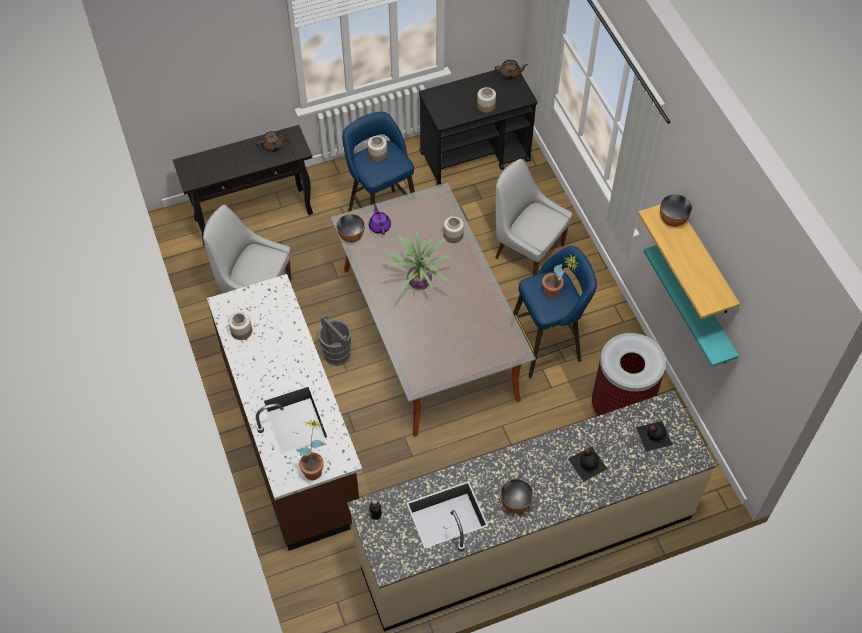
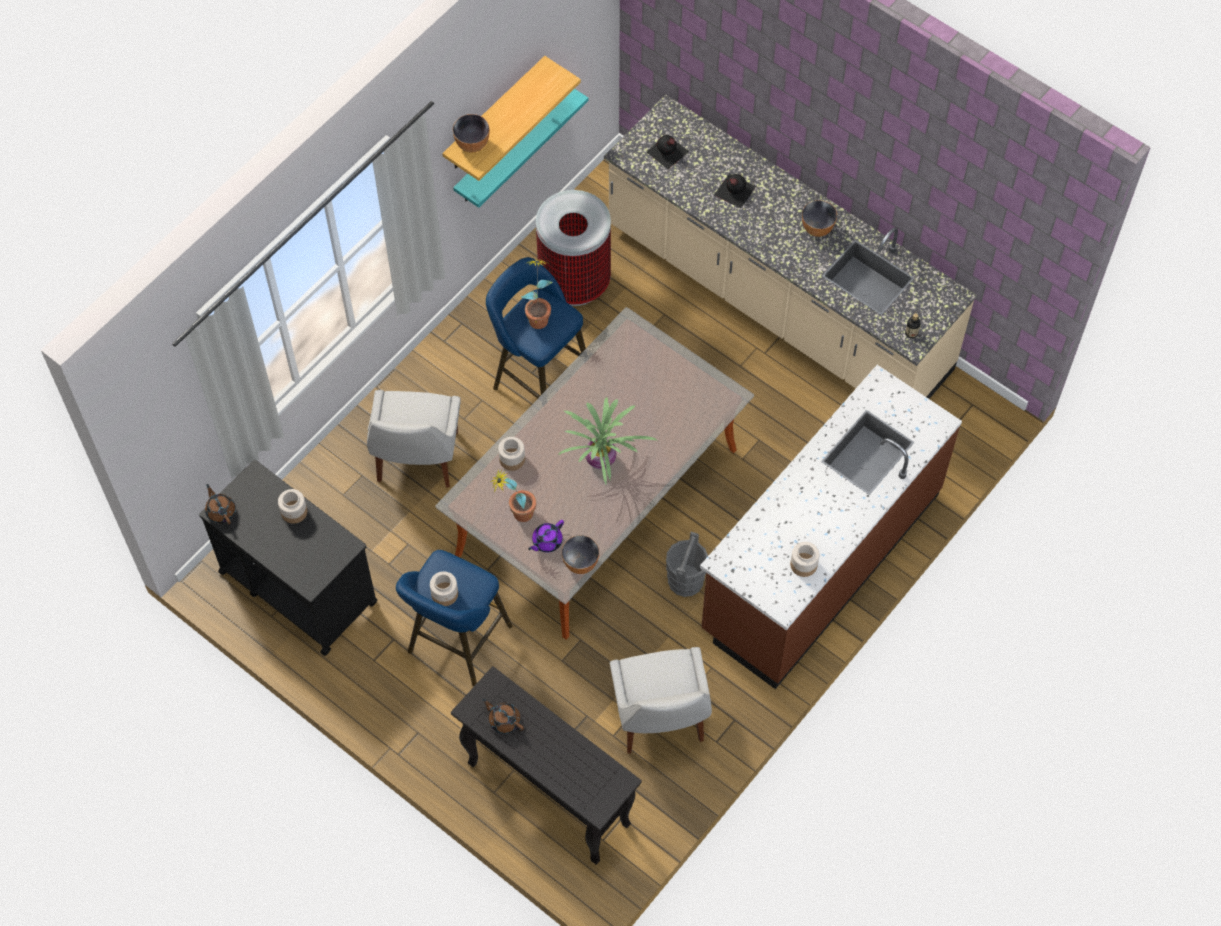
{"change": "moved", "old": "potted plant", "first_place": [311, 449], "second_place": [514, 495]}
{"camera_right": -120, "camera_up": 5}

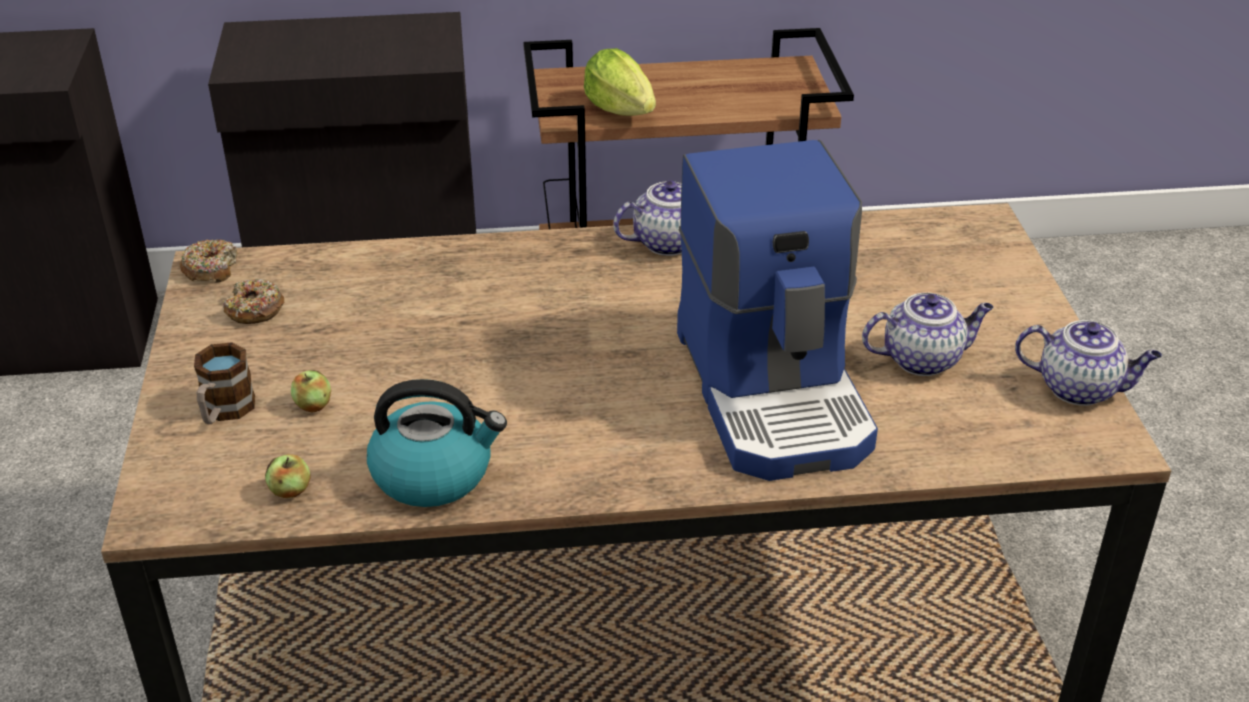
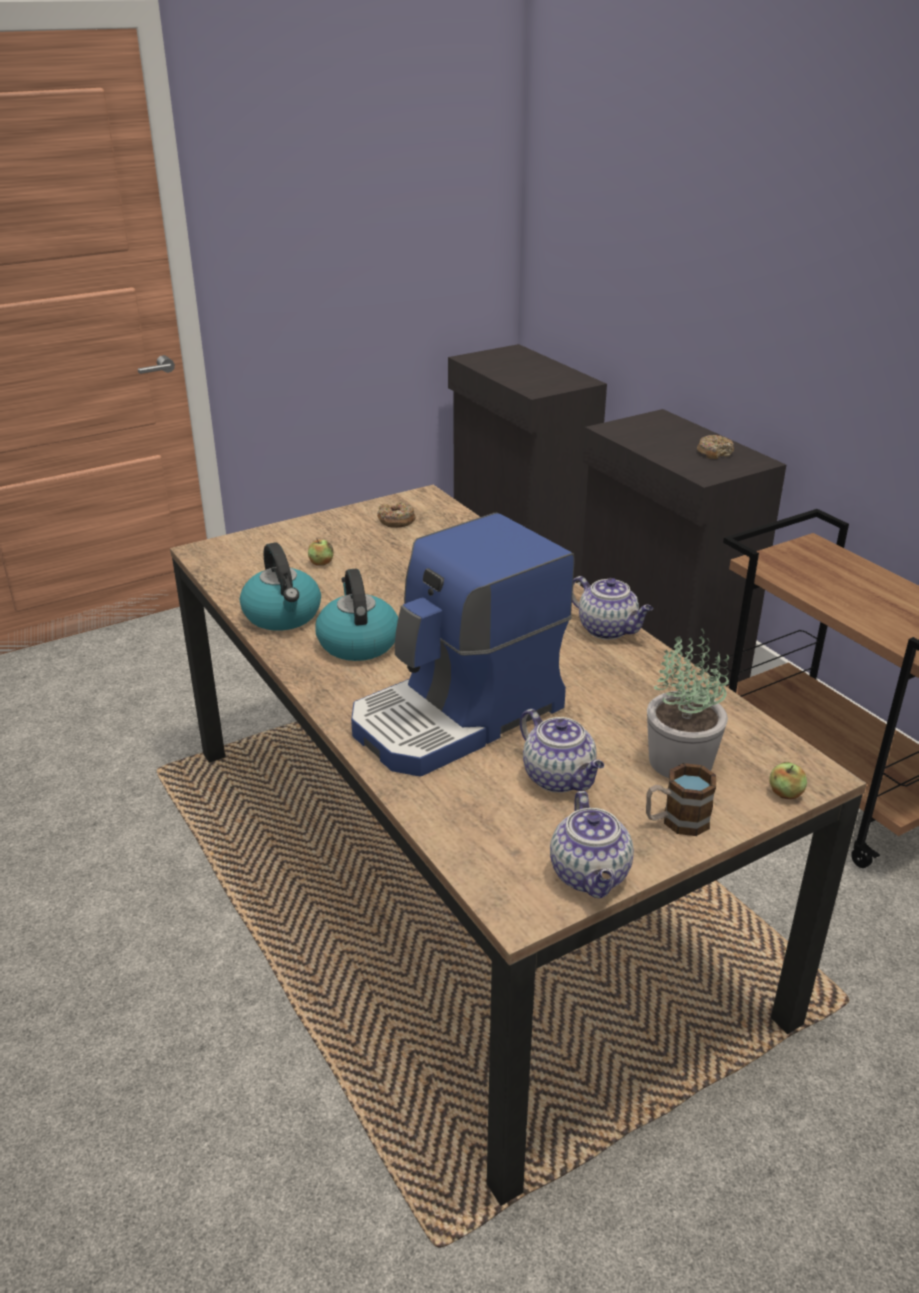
{"change": "removed", "old": "lettuce", "first_place": [620, 82]}
{"change": "added", "new": "kettle", "second_place": [356, 615]}
{"change": "added", "new": "potted plant", "second_place": [688, 703]}
{"change": "moved", "old": "donut", "first_place": [209, 261], "second_place": [715, 447]}
{"change": "moved", "old": "mug", "first_place": [224, 383], "second_place": [681, 799]}
{"change": "moved", "old": "apple", "first_place": [287, 476], "second_place": [788, 780]}
{"camera_right": 65, "camera_up": -5}

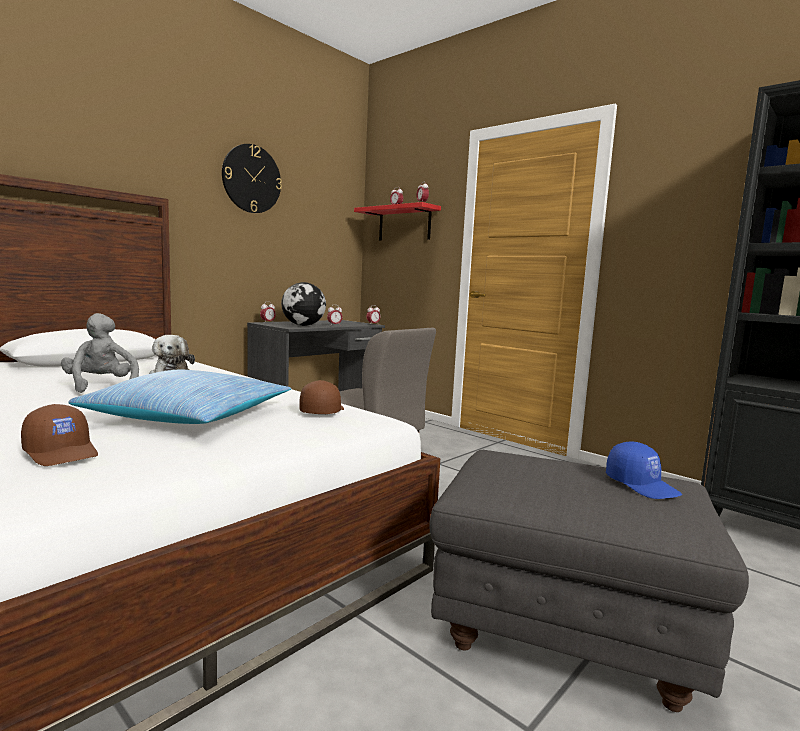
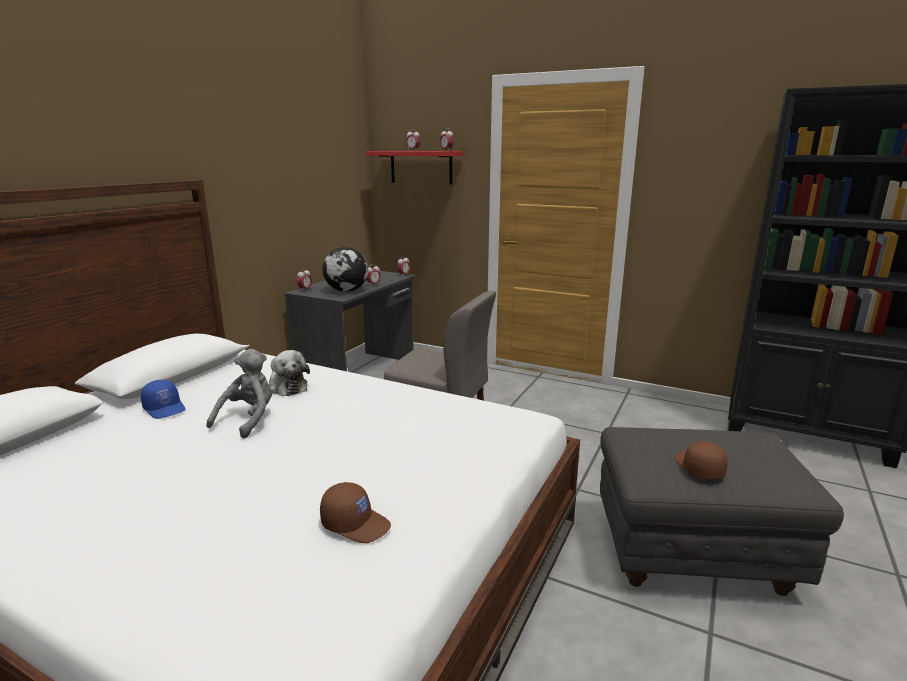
{"change": "removed", "old": "pillow", "first_place": [179, 396]}
{"change": "removed", "old": "wall clock", "first_place": [252, 178]}
{"change": "moved", "old": "cap/brown", "first_place": [321, 397], "second_place": [701, 460]}
{"change": "moved", "old": "cap/blue", "first_place": [644, 470], "second_place": [163, 399]}
{"change": "turned", "old": "plush toy/grey", "first_place": [100, 353], "second_place": [239, 394], "degrees": 75}
{"camera_right": -15, "camera_up": 10}

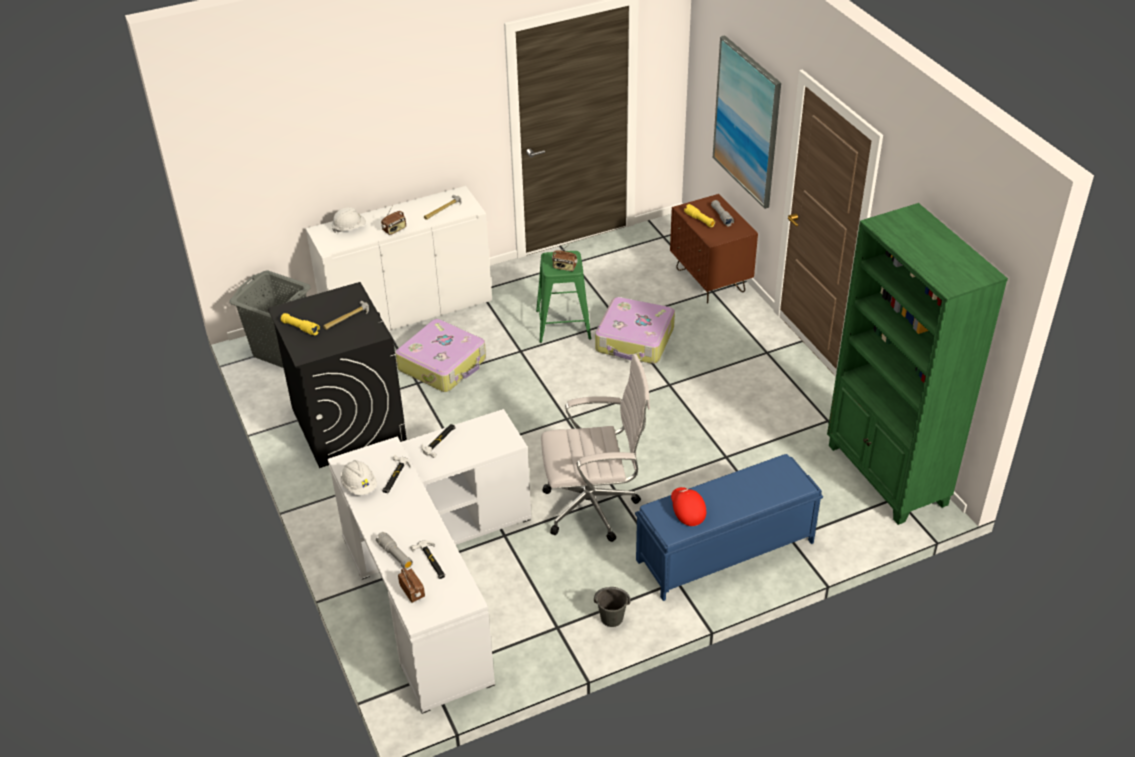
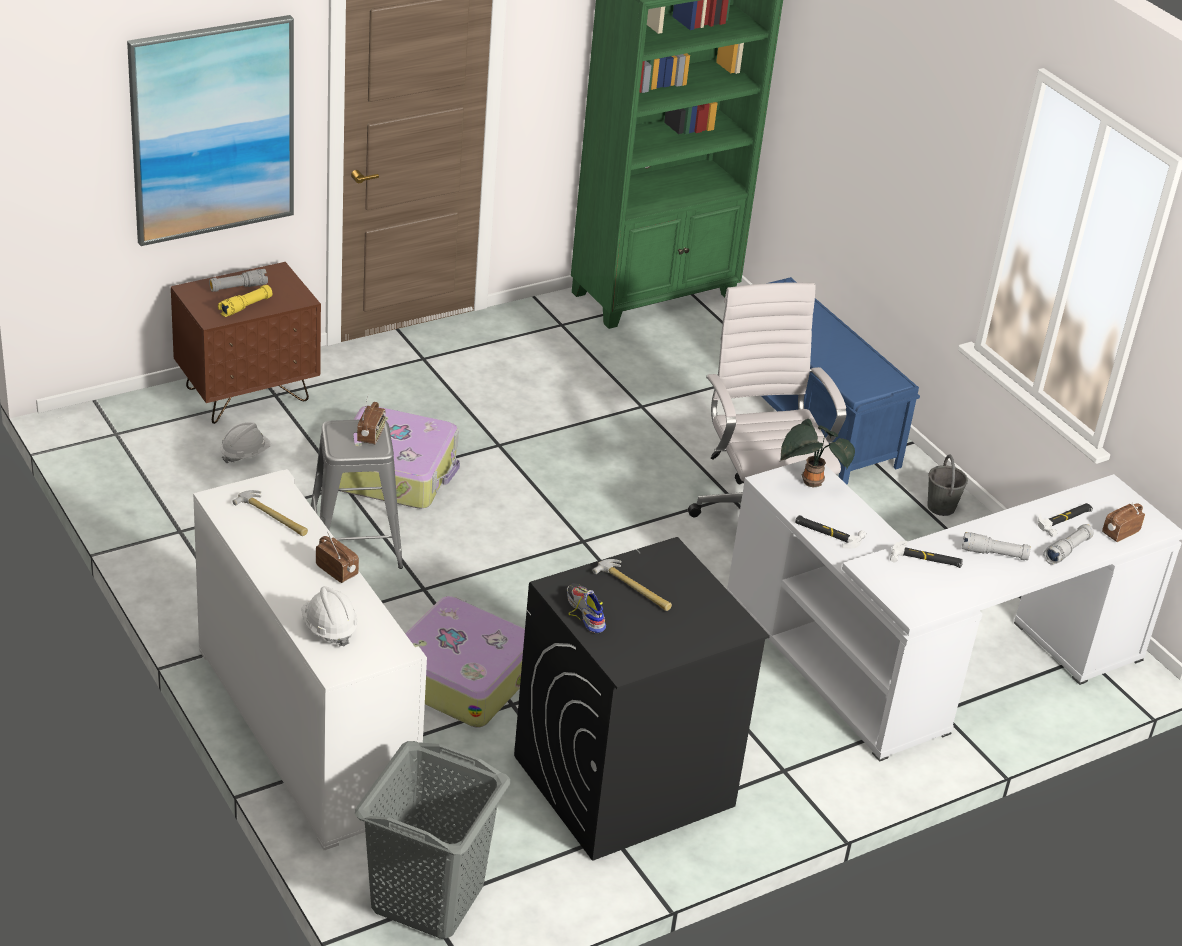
{"change": "removed", "old": "flashlight/yellow", "first_place": [300, 324]}
{"change": "removed", "old": "cap/red", "first_place": [688, 506]}
{"change": "added", "new": "shoe", "second_place": [586, 608]}
{"change": "added", "new": "potted plant", "second_place": [818, 453]}
{"change": "added", "new": "flashlight/grey", "second_place": [996, 546]}
{"change": "moved", "old": "hard hat/white", "first_place": [359, 477], "second_place": [245, 442]}
{"change": "recoloured", "old": "stool/green", "new": "stool/grey", "first_place": [563, 297], "second_place": [357, 494]}
{"camera_right": -100, "camera_up": -5}

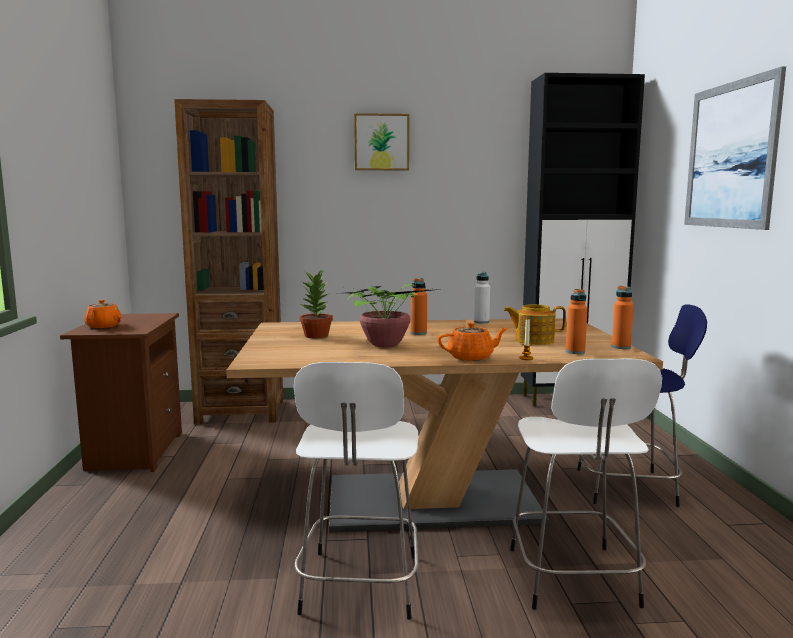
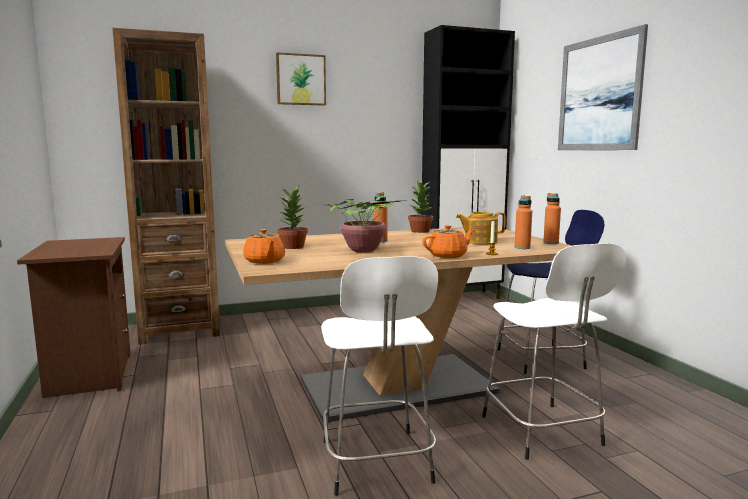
{"change": "moved", "old": "teapot/orange", "first_place": [103, 314], "second_place": [264, 246]}
{"change": "replaced", "old": "bottle/white", "new": "potted plant", "first_place": [482, 297], "second_place": [420, 206]}
{"camera_right": -15, "camera_up": 0}

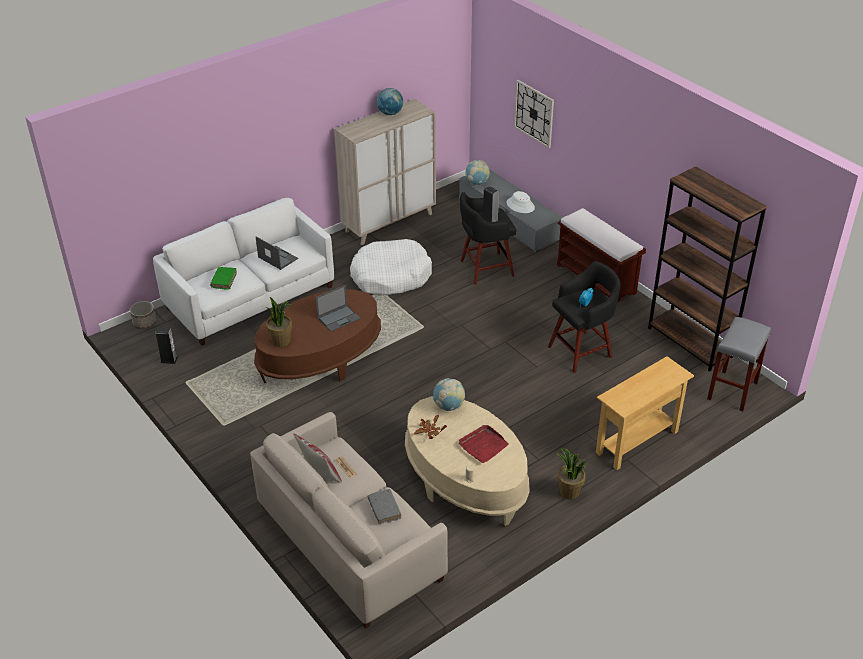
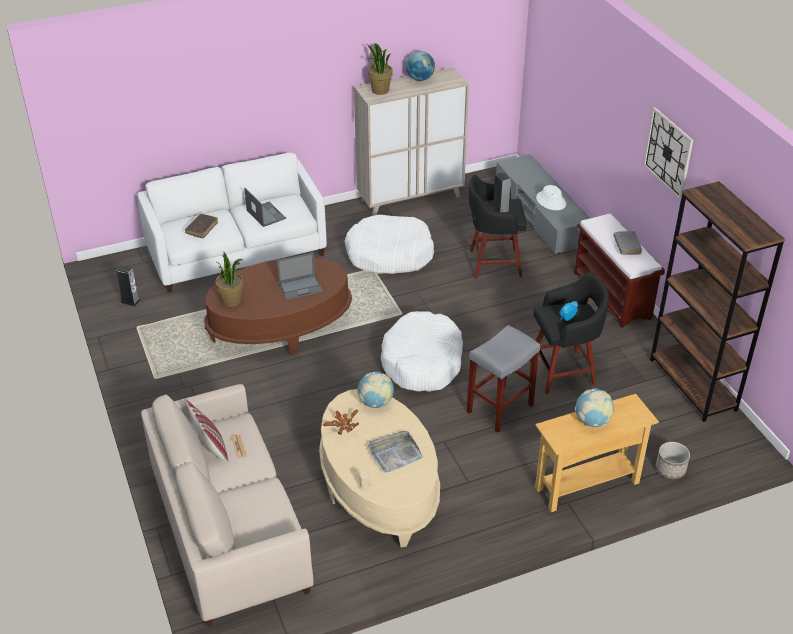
{"change": "added", "new": "dog bed/white", "second_place": [422, 351]}
{"change": "moved", "old": "planter", "first_place": [143, 315], "second_place": [673, 460]}
{"change": "moved", "old": "book/grey", "first_place": [384, 506], "second_place": [628, 243]}
{"change": "moved", "old": "globe", "first_place": [477, 172], "second_place": [594, 407]}
{"change": "moved", "old": "wall clock", "first_place": [534, 114], "second_place": [668, 153]}
{"change": "moved", "old": "potted plant", "first_place": [571, 474], "second_place": [380, 69]}
{"change": "moved", "old": "stool/grey", "first_place": [739, 364], "second_place": [503, 379]}
{"change": "recoloured", "old": "book/green", "new": "book/brown", "first_place": [223, 278], "second_place": [201, 226]}
{"change": "recoloured", "old": "tray/red", "new": "tray/grey", "first_place": [484, 444], "second_place": [395, 452]}
{"camera_right": 15, "camera_up": 0}

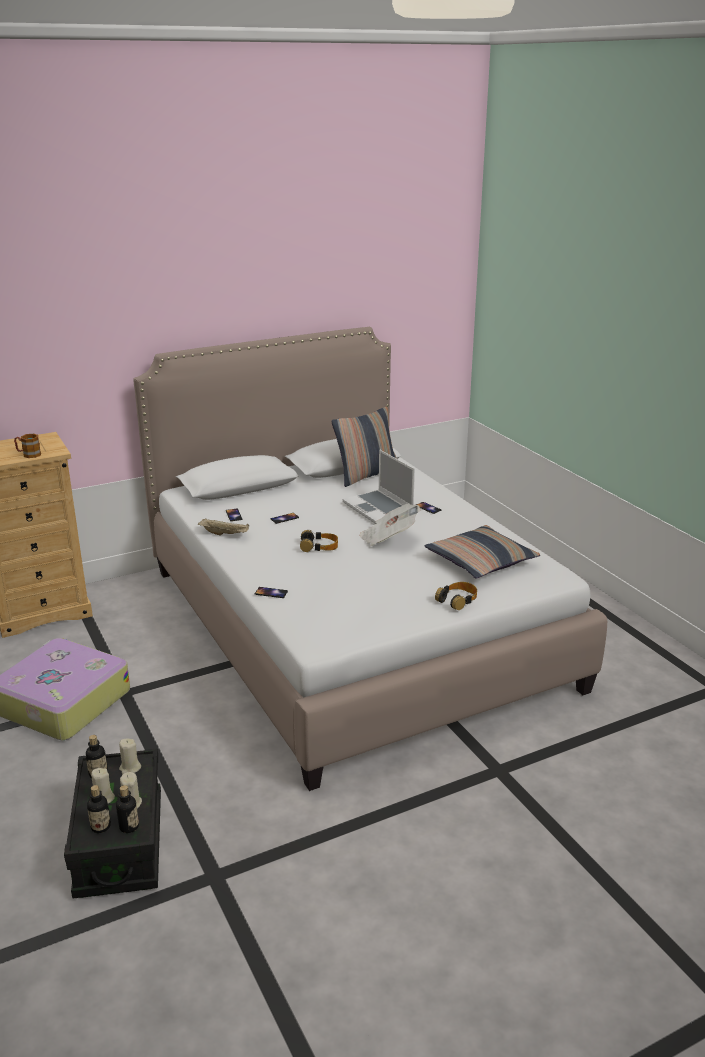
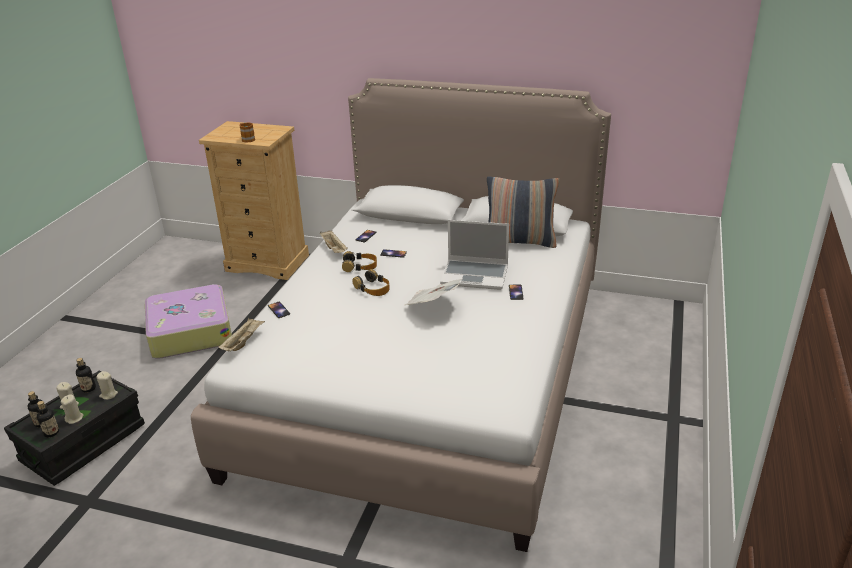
{"change": "removed", "old": "pillow", "first_place": [482, 552]}
{"change": "added", "new": "tray/beige", "second_place": [241, 335]}
{"change": "moved", "old": "headphones", "first_place": [456, 596], "second_place": [359, 261]}
{"change": "turned", "old": "laptop", "first_place": [379, 487], "second_place": [474, 255], "degrees": -90}
{"camera_right": 45, "camera_up": 5}

